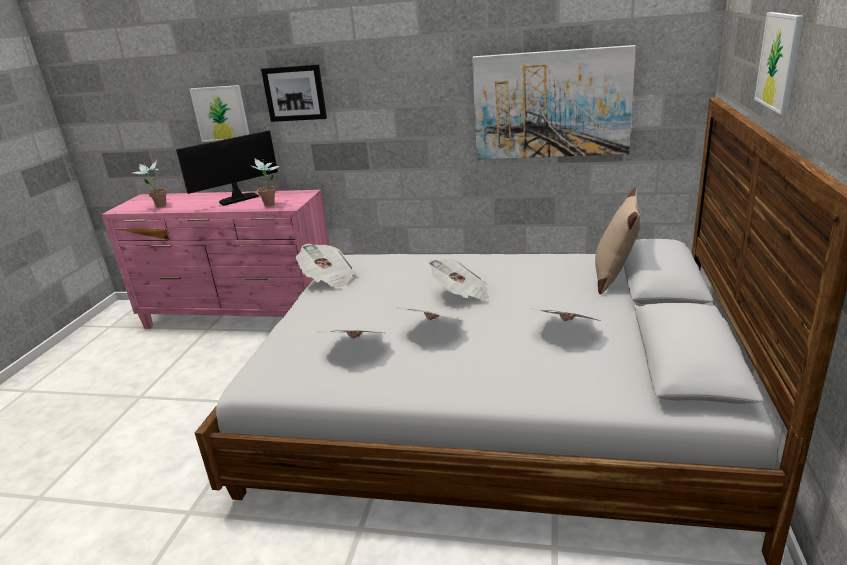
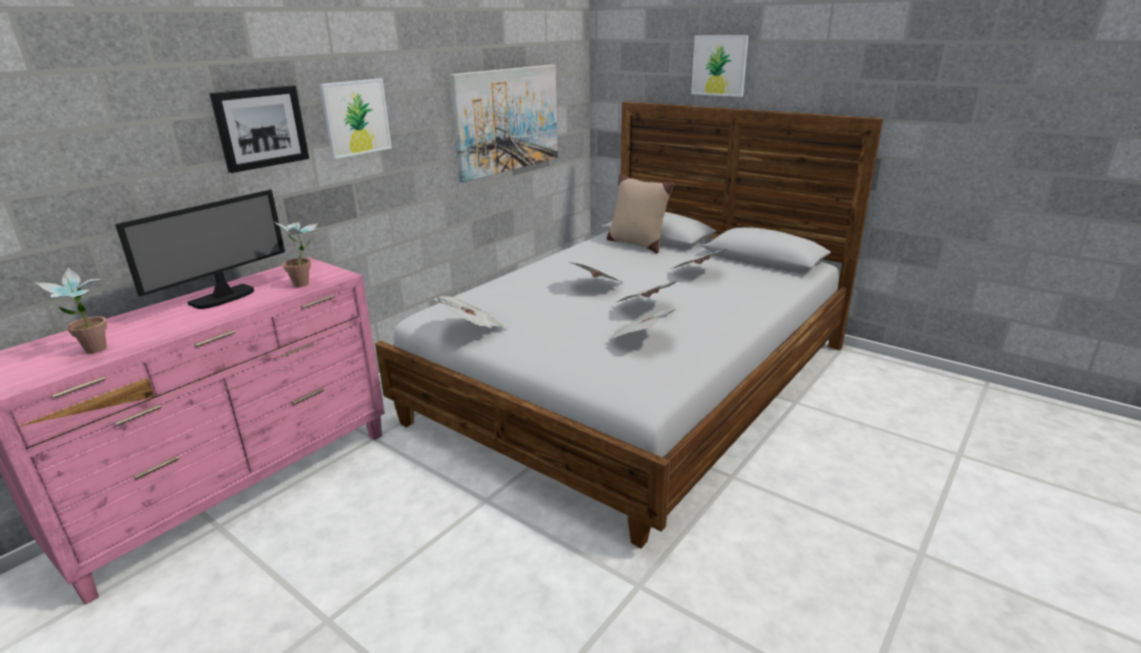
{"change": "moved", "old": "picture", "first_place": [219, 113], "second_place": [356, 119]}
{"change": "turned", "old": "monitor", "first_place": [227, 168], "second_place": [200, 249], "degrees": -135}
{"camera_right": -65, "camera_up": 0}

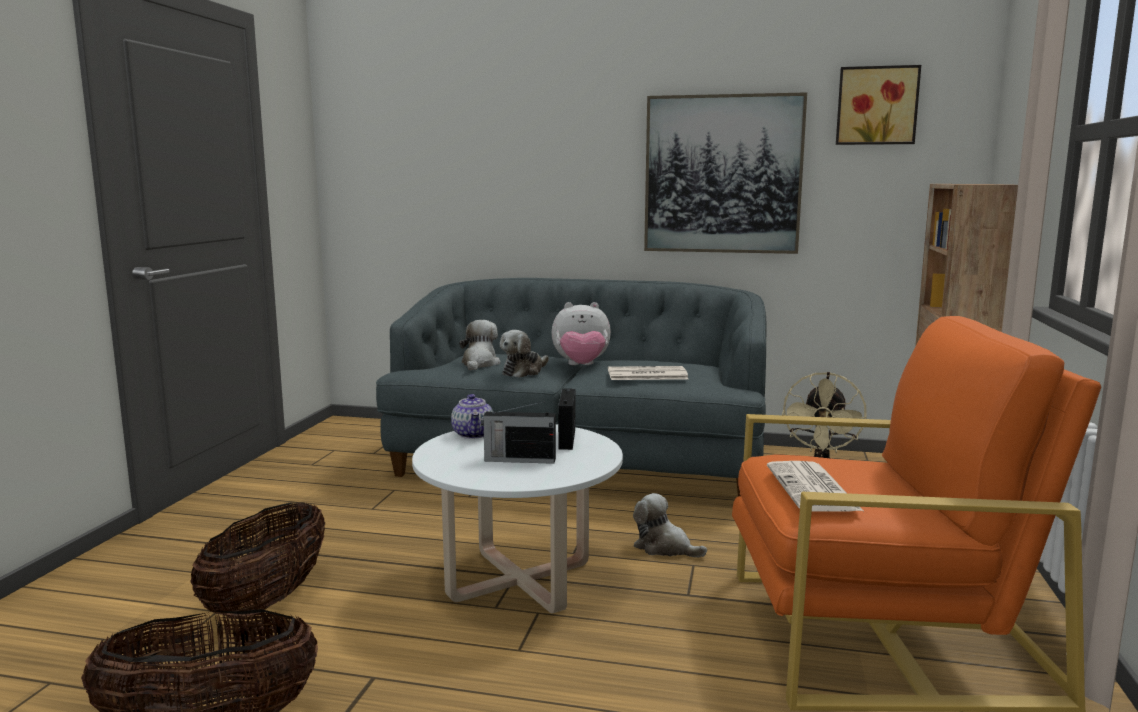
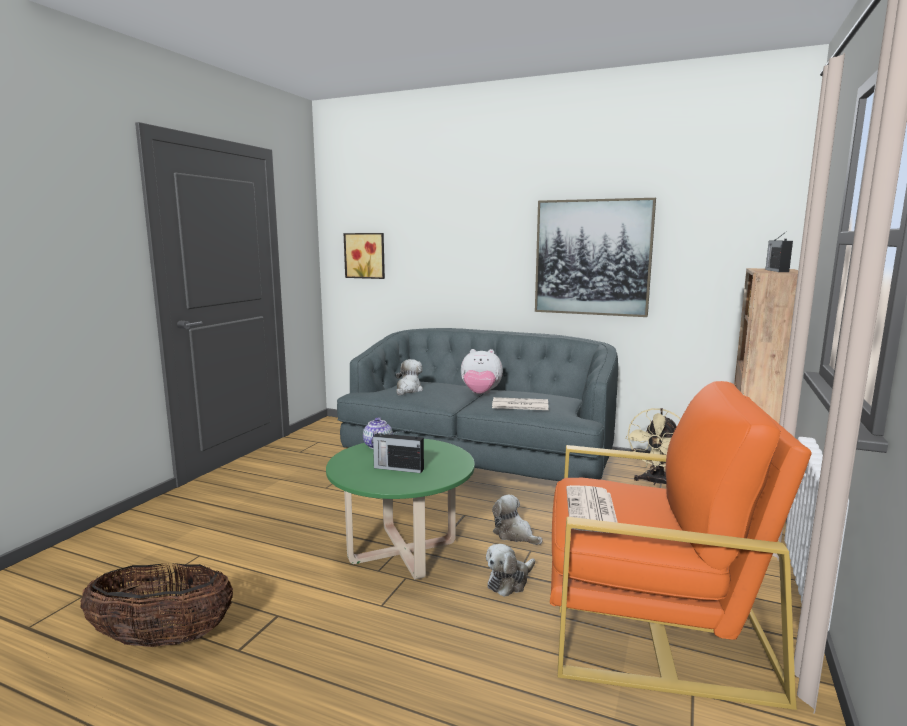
{"change": "removed", "old": "basket", "first_place": [257, 559]}
{"change": "moved", "old": "plush toy", "first_place": [524, 354], "second_place": [510, 570]}
{"change": "moved", "old": "radio", "first_place": [566, 419], "second_place": [779, 252]}
{"change": "moved", "old": "picture", "first_place": [878, 105], "second_place": [364, 256]}
{"change": "recoloured", "old": "coffee table/white", "new": "coffee table/green", "first_place": [517, 519], "second_place": [400, 509]}
{"camera_right": 10, "camera_up": 0}

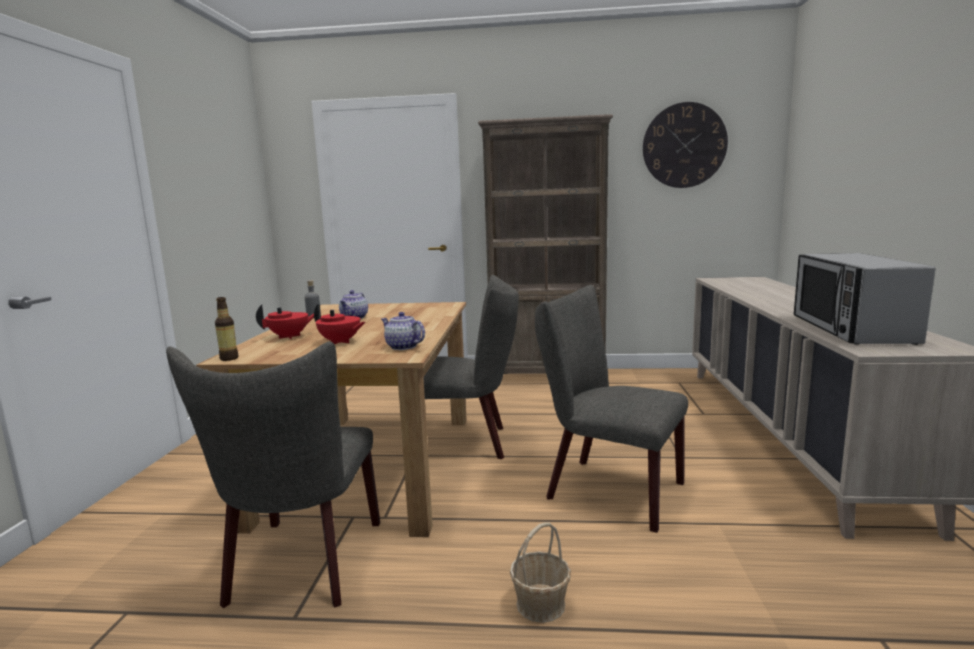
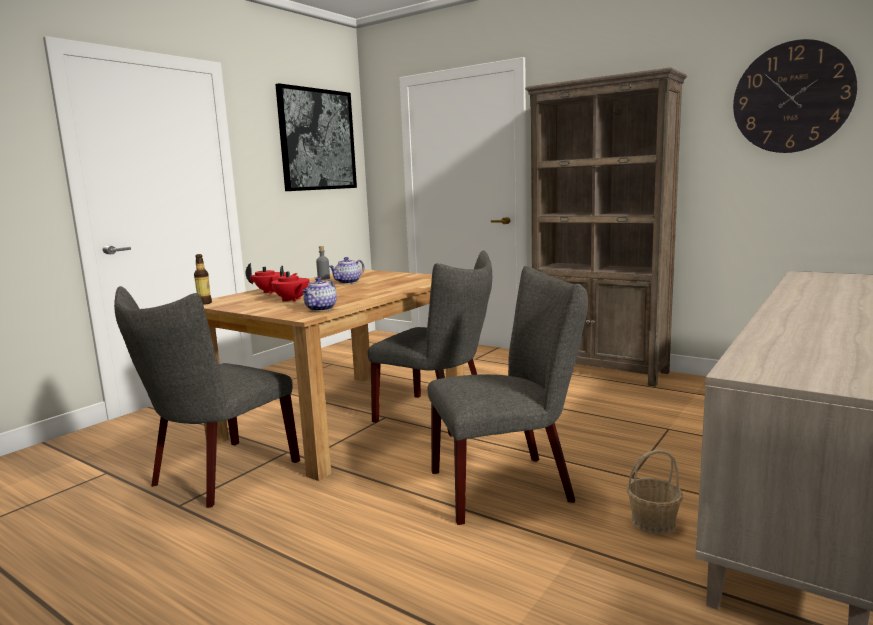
{"change": "removed", "old": "microwave", "first_place": [865, 299]}
{"change": "added", "new": "picture", "second_place": [316, 137]}
{"change": "moved", "old": "basket", "first_place": [540, 572], "second_place": [655, 492]}
{"change": "turned", "old": "teapot", "first_place": [403, 331], "second_place": [319, 294], "degrees": -135}
{"change": "turned", "old": "chair/grey", "first_place": [611, 409], "second_place": [508, 395], "degrees": 105}
{"camera_right": 30, "camera_up": 0}

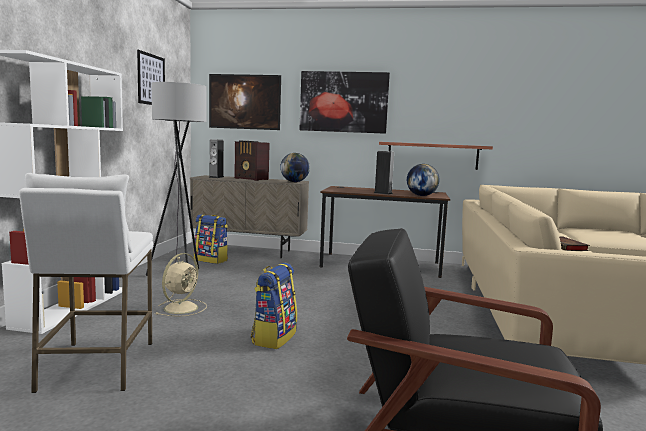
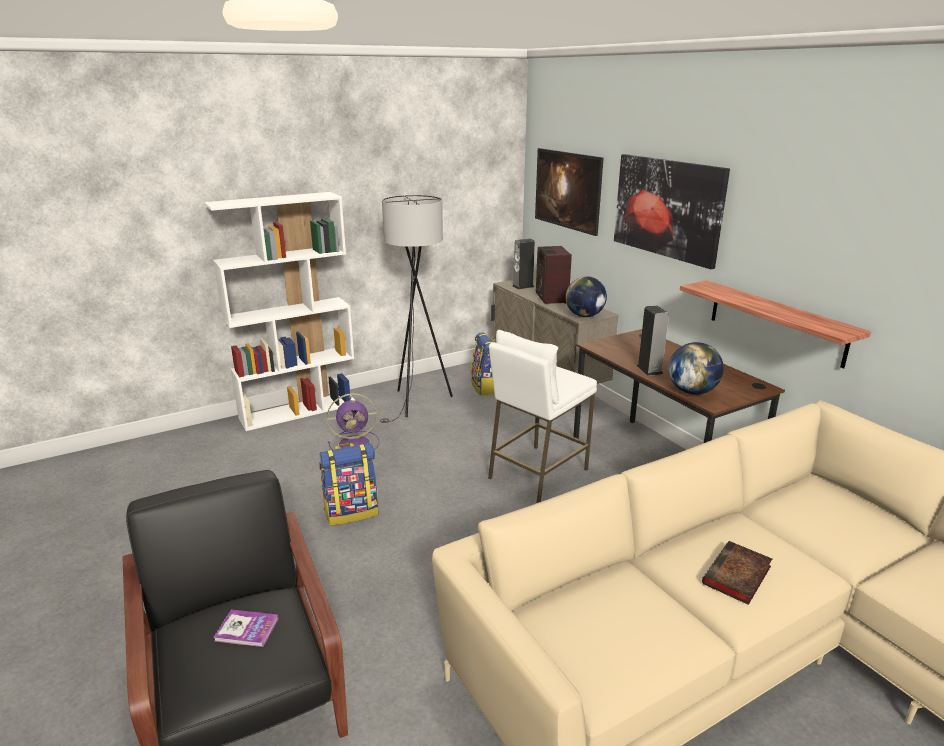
{"change": "removed", "old": "picture", "first_place": [151, 77]}
{"change": "added", "new": "book", "second_place": [246, 628]}
{"change": "moved", "old": "stool/white", "first_place": [86, 283], "second_place": [542, 416]}
{"change": "recoloured", "old": "fan/beige", "new": "fan/purple", "first_place": [181, 285], "second_place": [353, 421]}
{"camera_right": 50, "camera_up": 15}

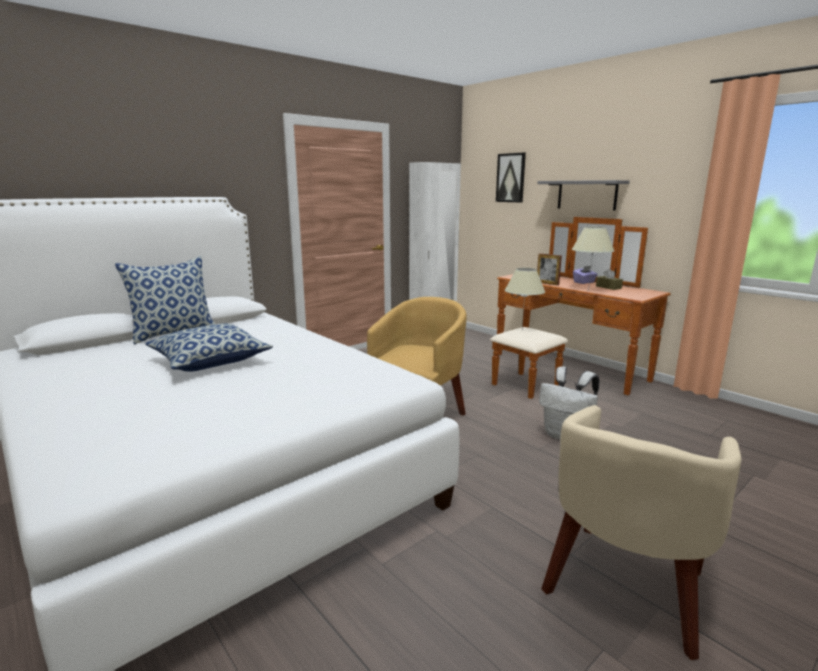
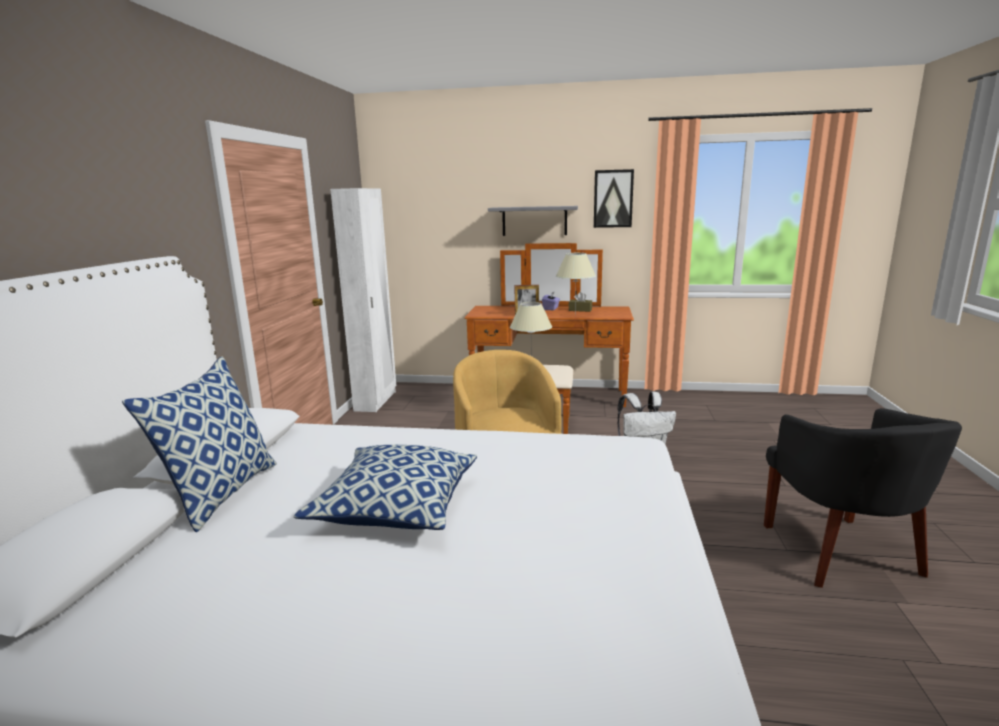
{"change": "moved", "old": "picture", "first_place": [511, 177], "second_place": [614, 198]}
{"change": "recoloured", "old": "armchair/beige", "new": "armchair/black", "first_place": [641, 532], "second_place": [863, 498]}
{"camera_right": -40, "camera_up": 0}

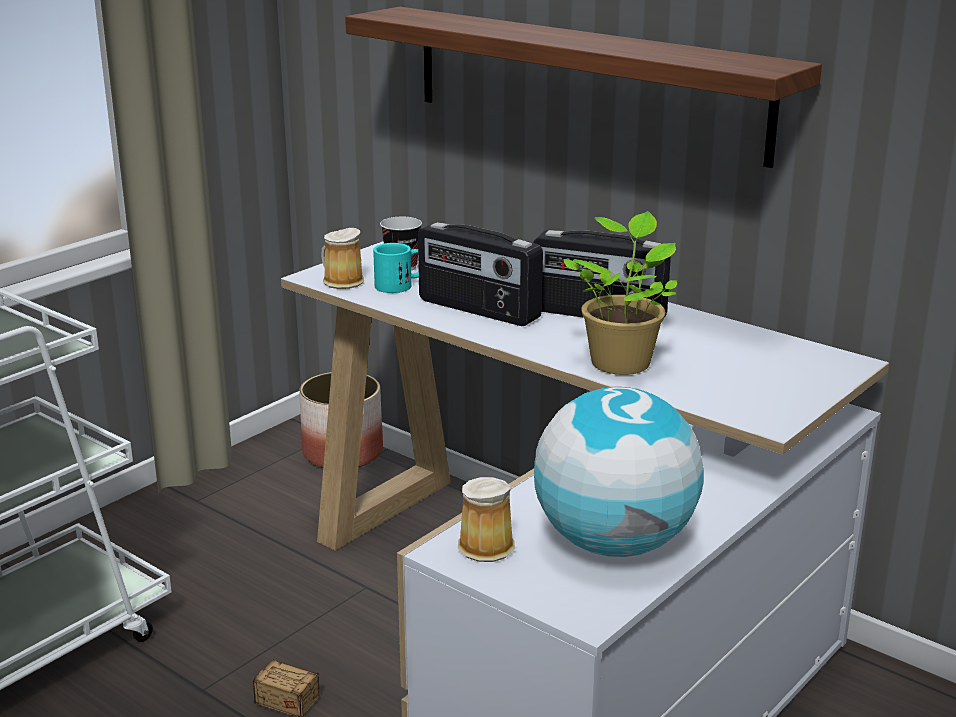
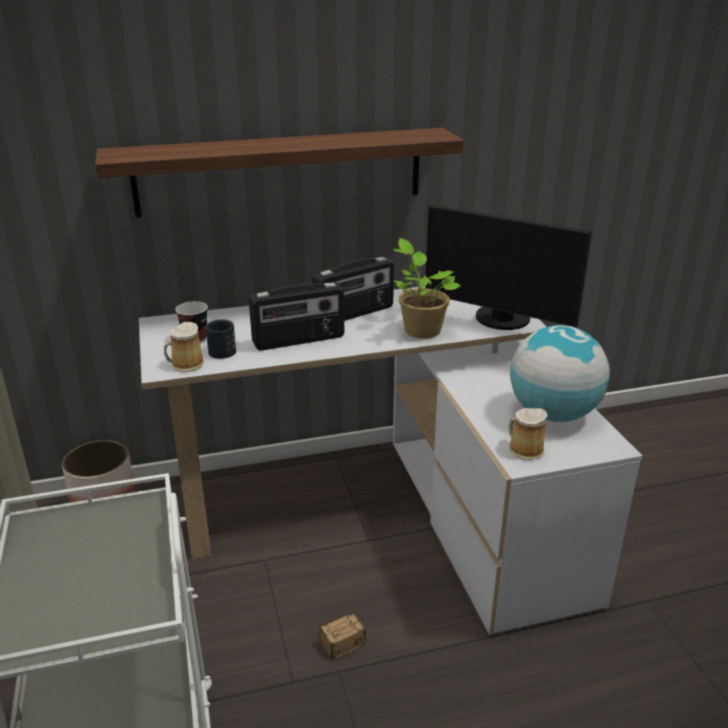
{"change": "added", "new": "monitor", "second_place": [508, 267]}
{"change": "recoloured", "old": "mug/turquoise", "new": "mug/black", "first_place": [396, 268], "second_place": [220, 339]}
{"camera_right": -55, "camera_up": 5}

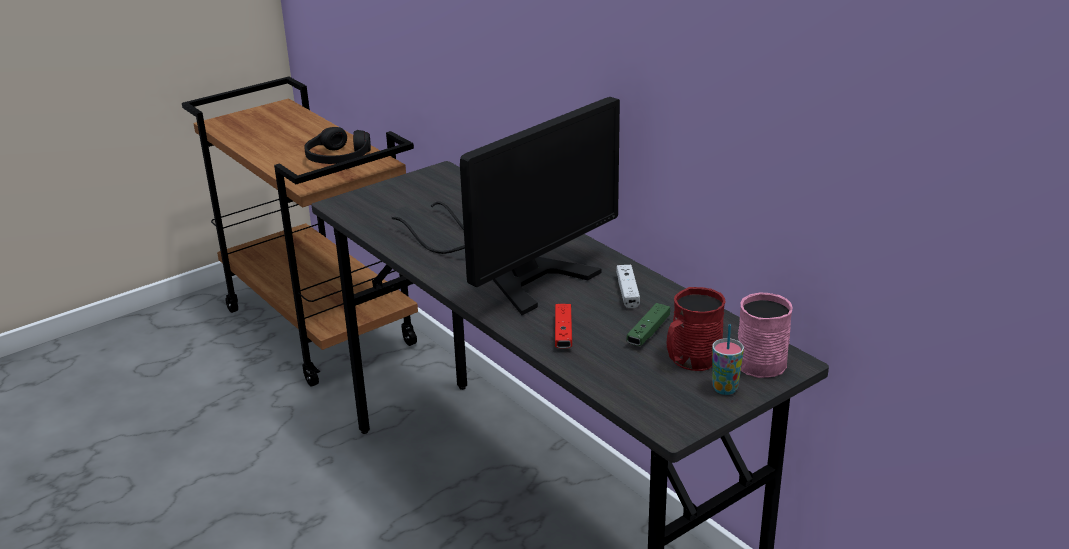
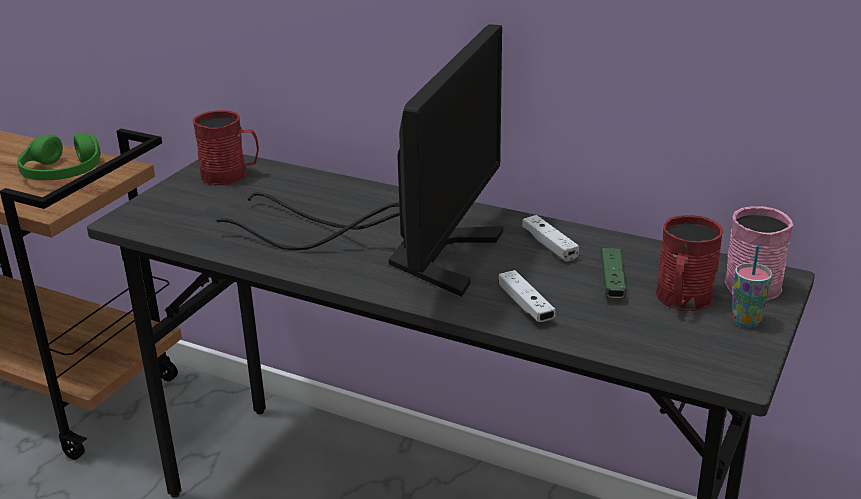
{"change": "added", "new": "mug/red", "second_place": [226, 147]}
{"change": "recoloured", "old": "headphones/black", "new": "headphones/green", "first_place": [337, 145], "second_place": [59, 157]}
{"change": "recoloured", "old": "game controller/red", "new": "game controller/white", "first_place": [563, 326], "second_place": [527, 296]}
{"camera_right": -25, "camera_up": 0}

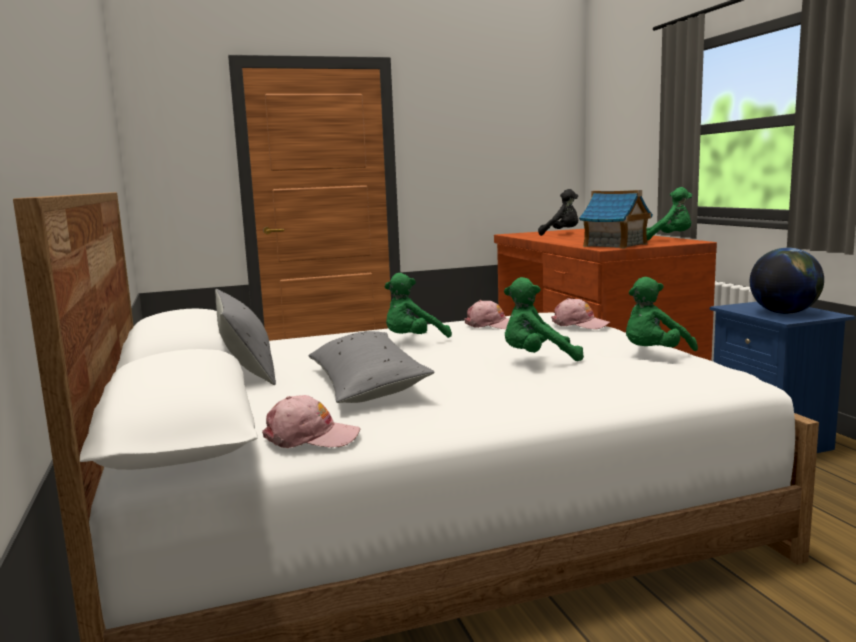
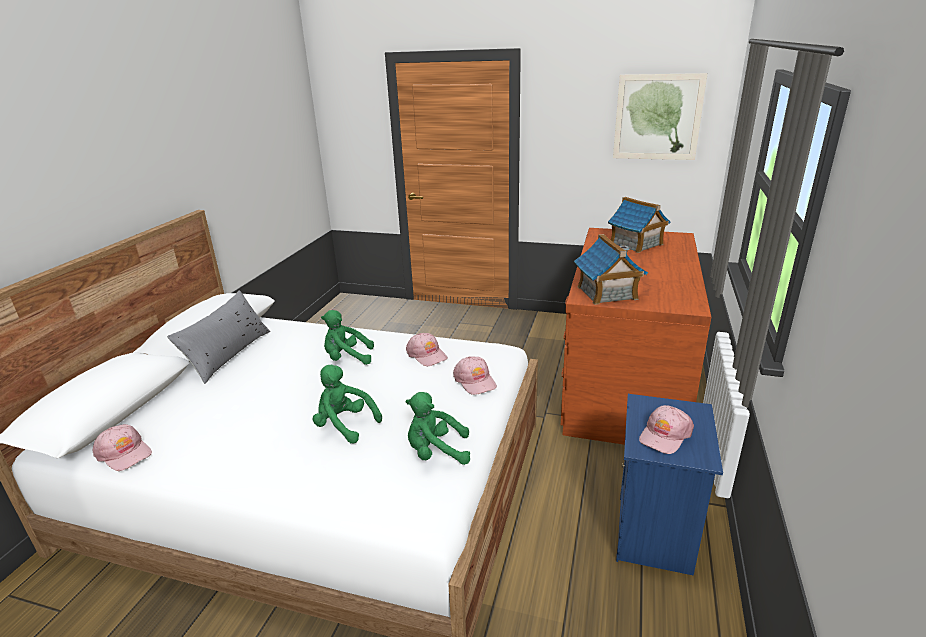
{"change": "removed", "old": "pillow/grey", "first_place": [371, 367]}
{"change": "removed", "old": "plush toy/green", "first_place": [669, 214]}
{"change": "added", "new": "picture", "second_place": [660, 116]}
{"change": "replaced", "old": "plush toy/black", "new": "toy house", "first_place": [558, 212], "second_place": [639, 225]}
{"change": "replaced", "old": "globe", "new": "cap/pink", "first_place": [787, 281], "second_place": [666, 429]}
{"camera_right": 35, "camera_up": 15}

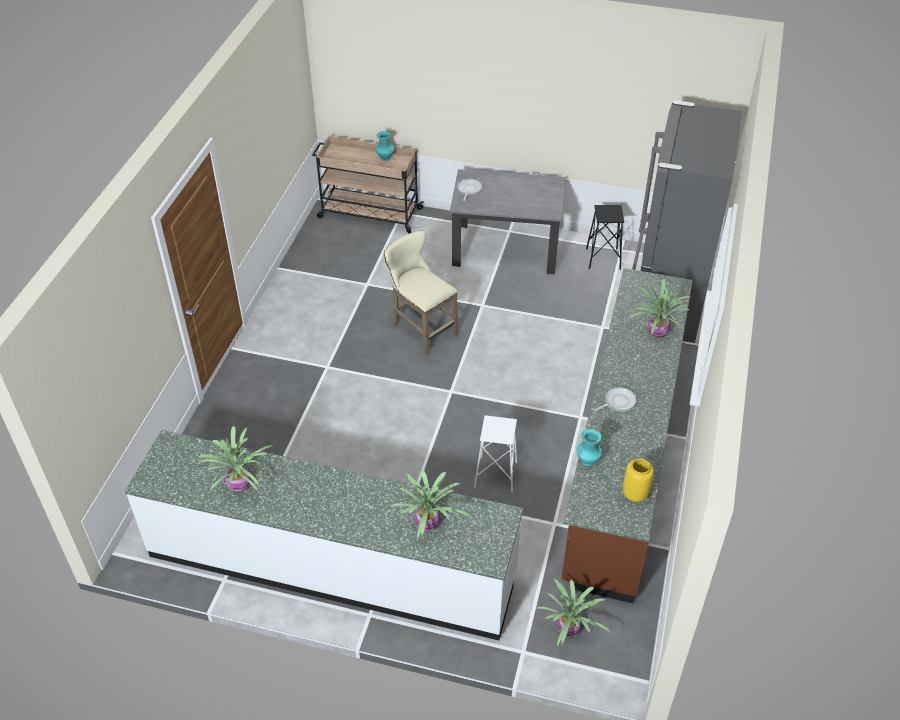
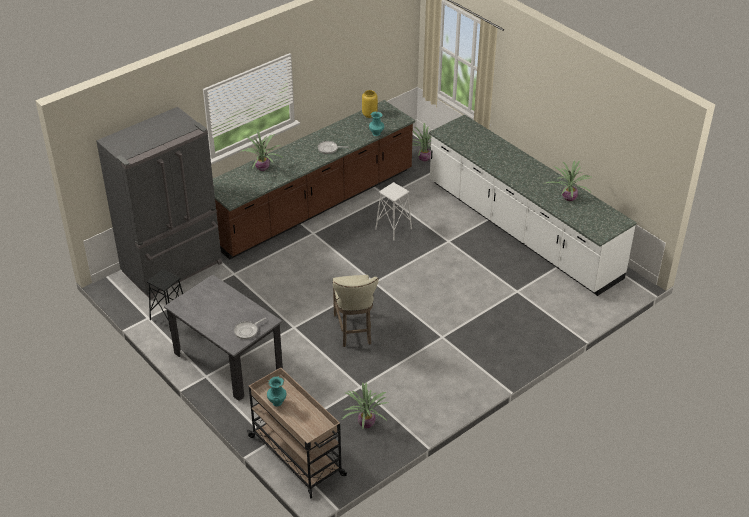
{"change": "moved", "old": "potted plant", "first_place": [430, 504], "second_place": [365, 405]}
{"camera_right": -145, "camera_up": -5}

